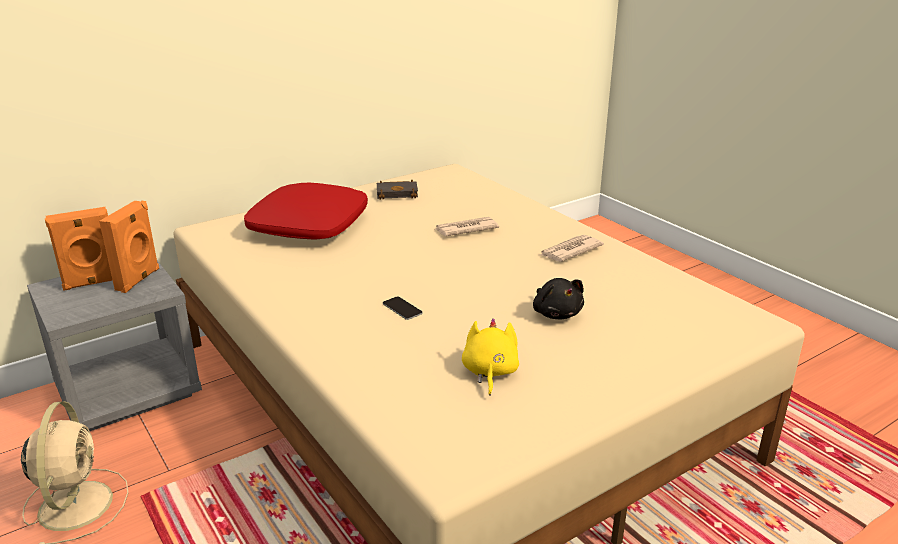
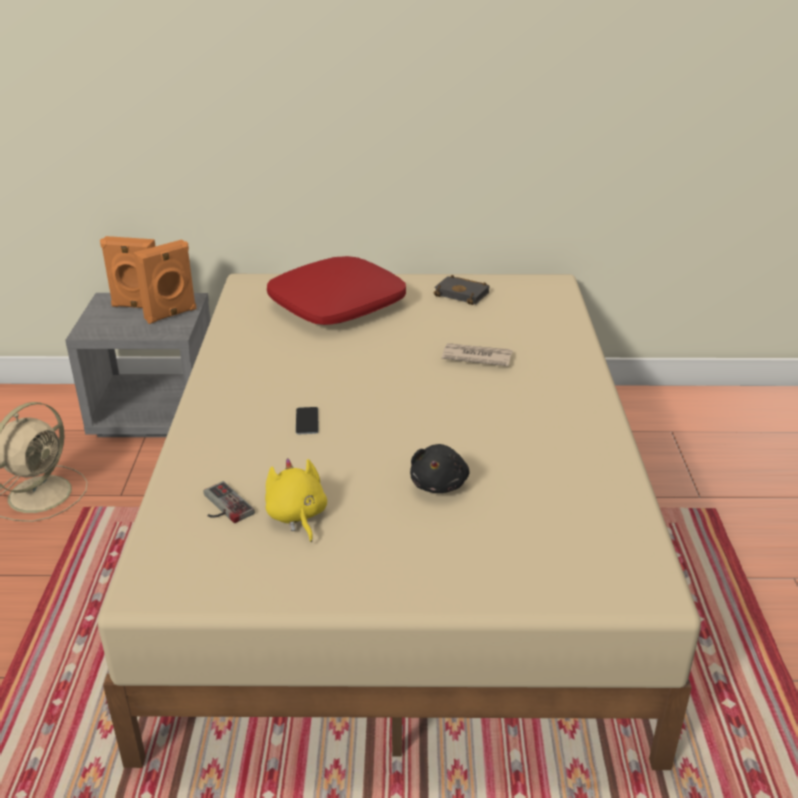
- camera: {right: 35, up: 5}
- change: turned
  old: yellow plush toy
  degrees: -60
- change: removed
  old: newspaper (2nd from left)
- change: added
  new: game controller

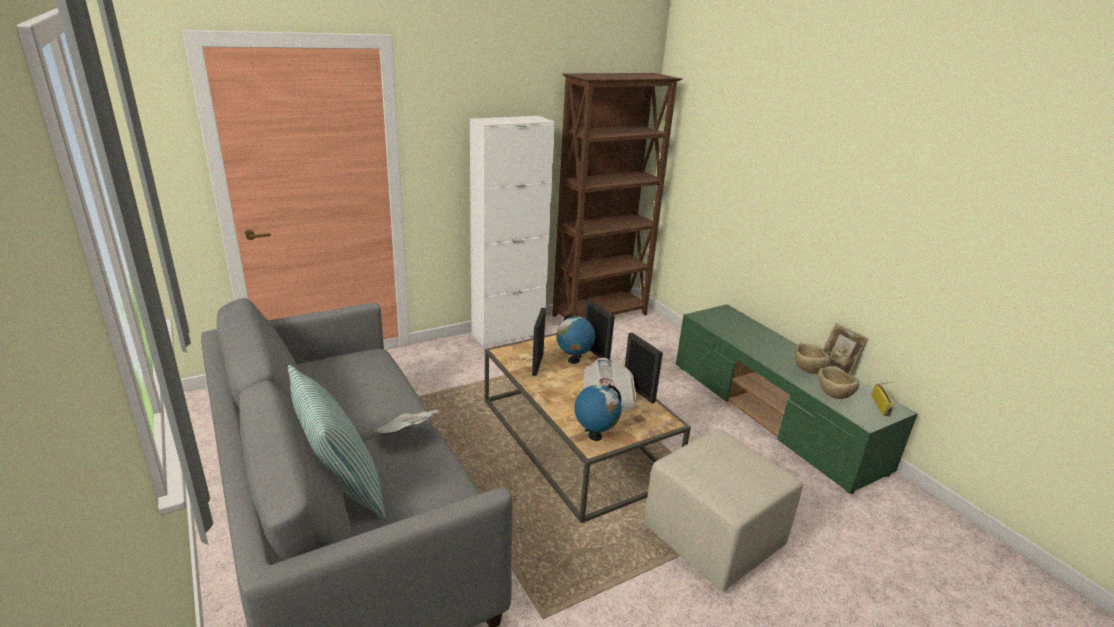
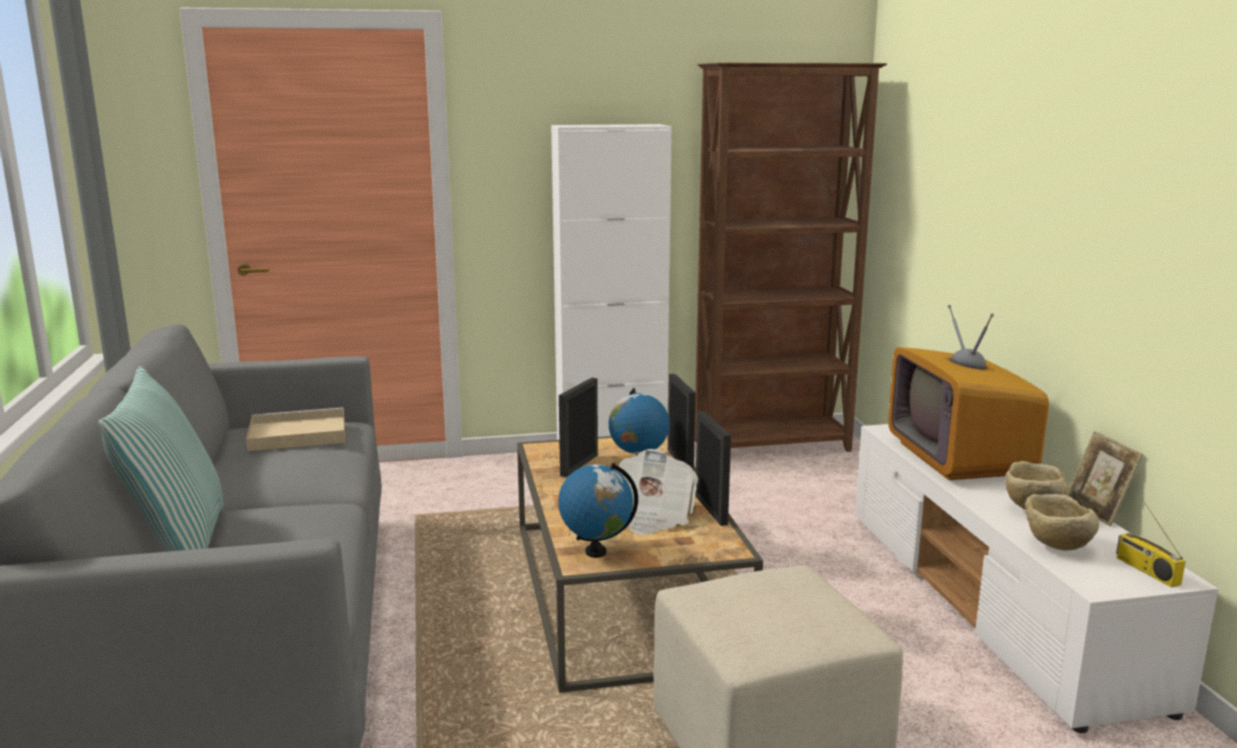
- camera: {right: 20, up: -10}
- change: removed
  old: newspaper (1st from left)
- change: recoloured
  old: green tv stand
  new: white tv stand
- change: turned
  old: radio
  degrees: 135
- change: added
  new: beige tray
- change: added
  new: television

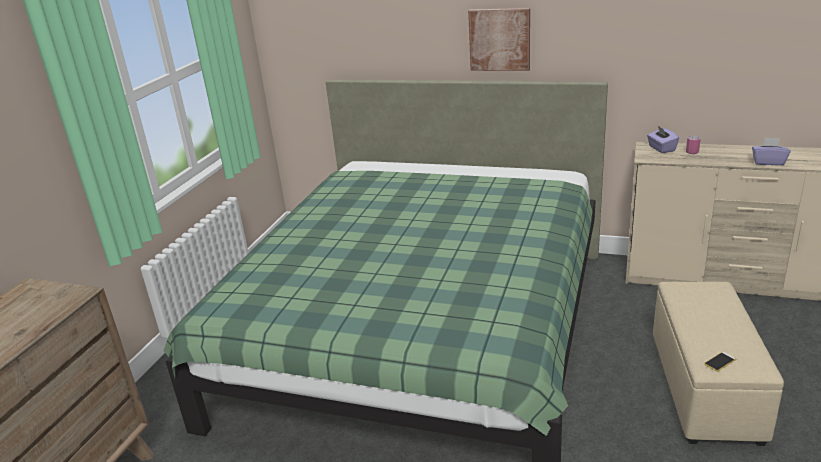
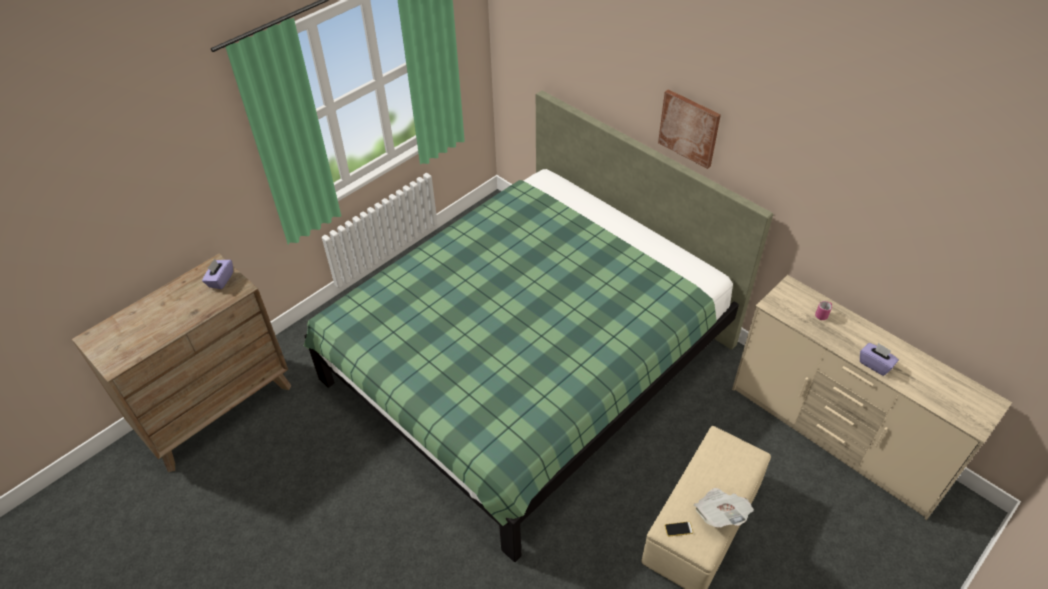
- camera: {right: 25, up: 20}
- change: moved
  old: purple tissue box (1st from left)
- change: added
  new: newspaper

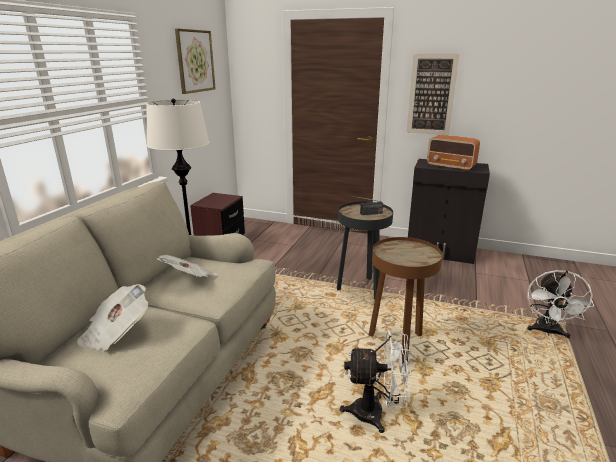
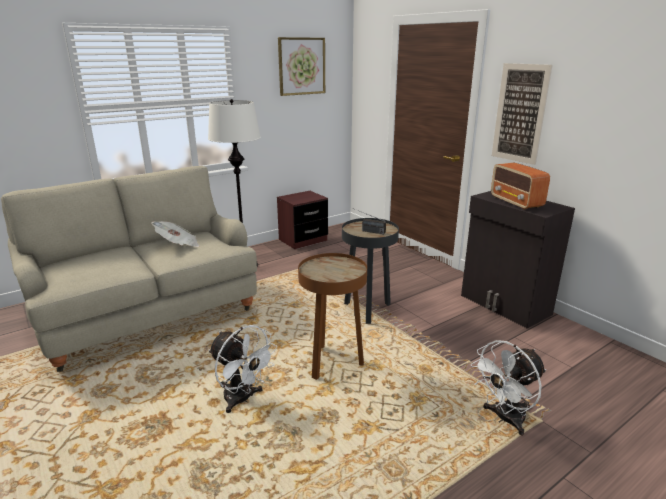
- camera: {right: 35, up: 0}
- change: removed
  old: newspaper (1st from left)

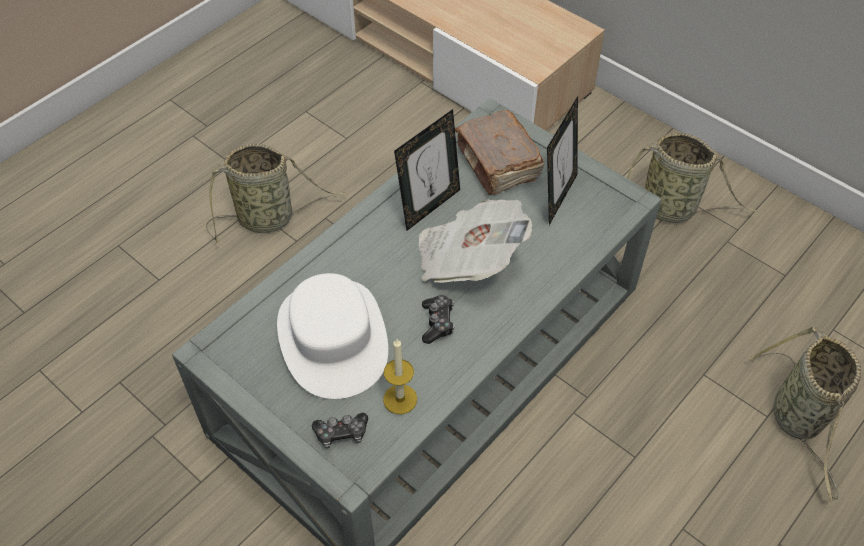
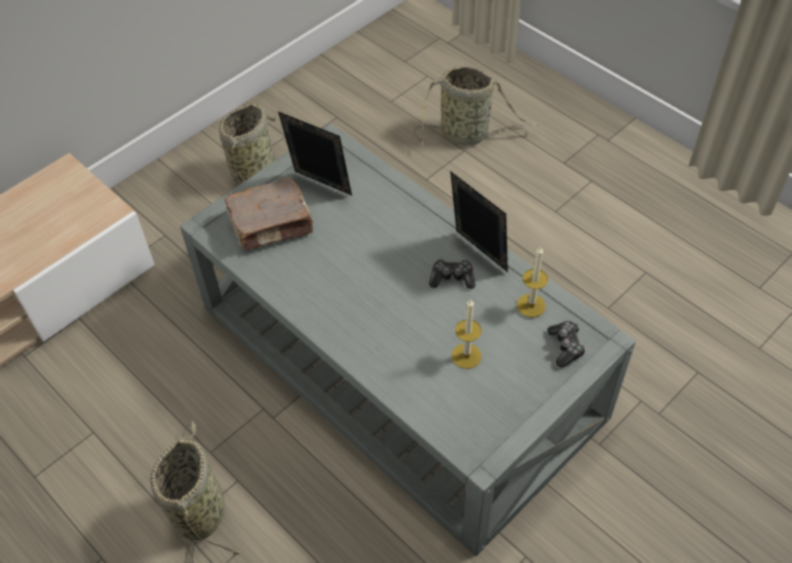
- camera: {right: -85, up: 0}
- change: replaced
  old: white hat
  new: candle (1st from left)
- change: moved
  old: picture frame (1st from left in the first image)
  new: picture frame (2nd from left)
- change: removed
  old: newspaper

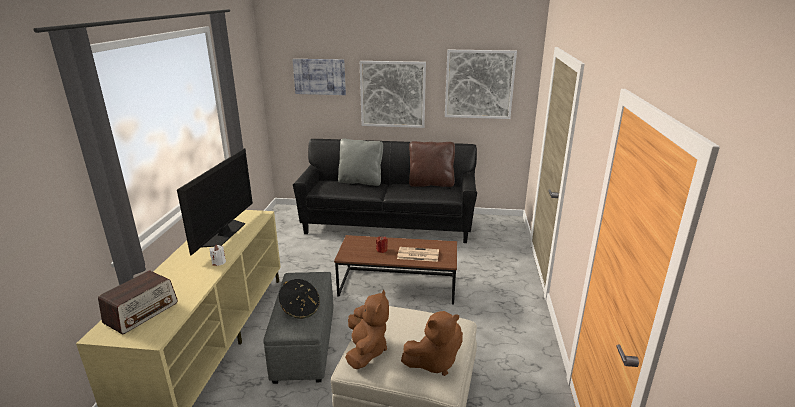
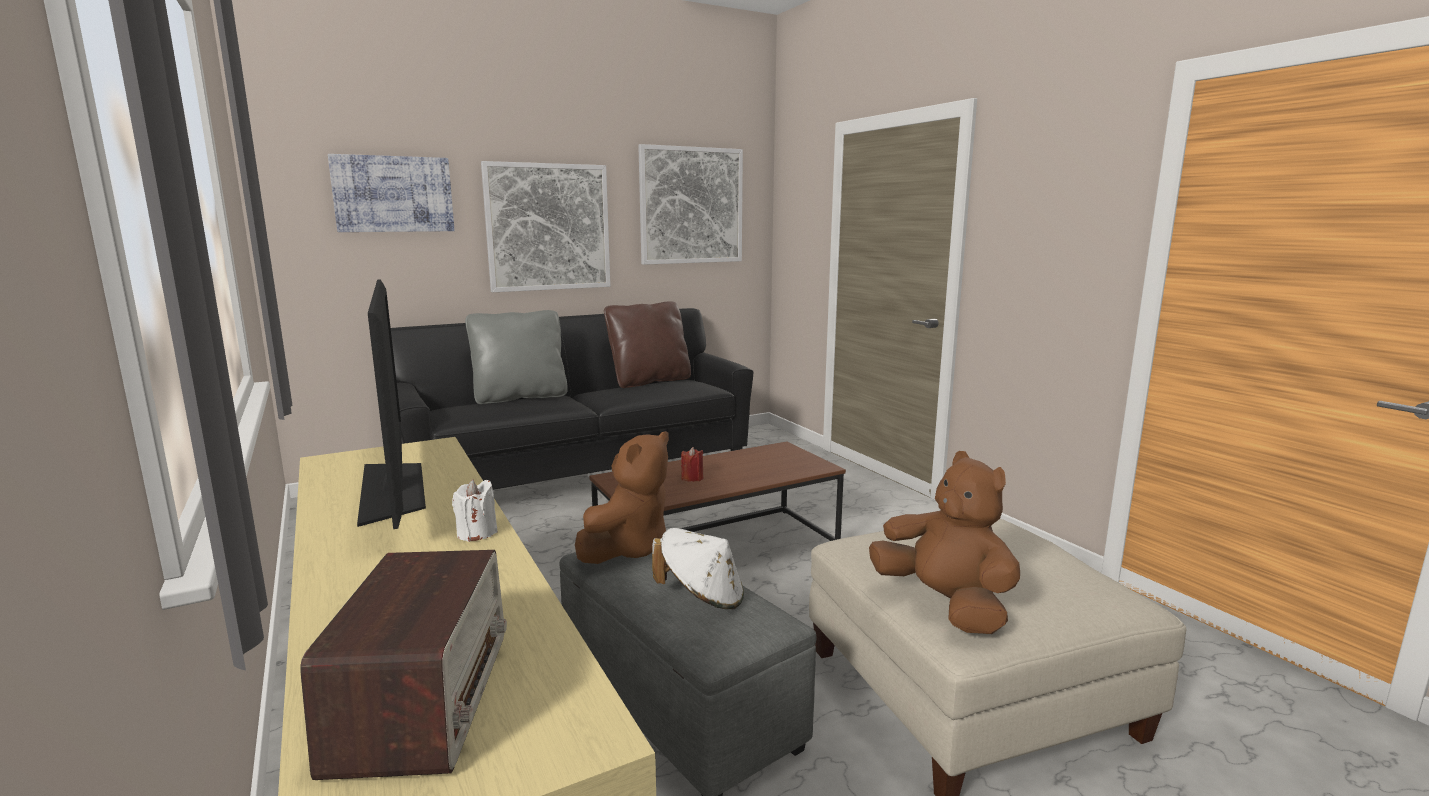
- camera: {right: -35, up: -10}
- change: recoloured
  old: black hat
  new: white hat
- change: removed
  old: newspaper
- change: moved
  old: brown plush toy (2nd from left in the first image)
  new: brown plush toy (1st from left)

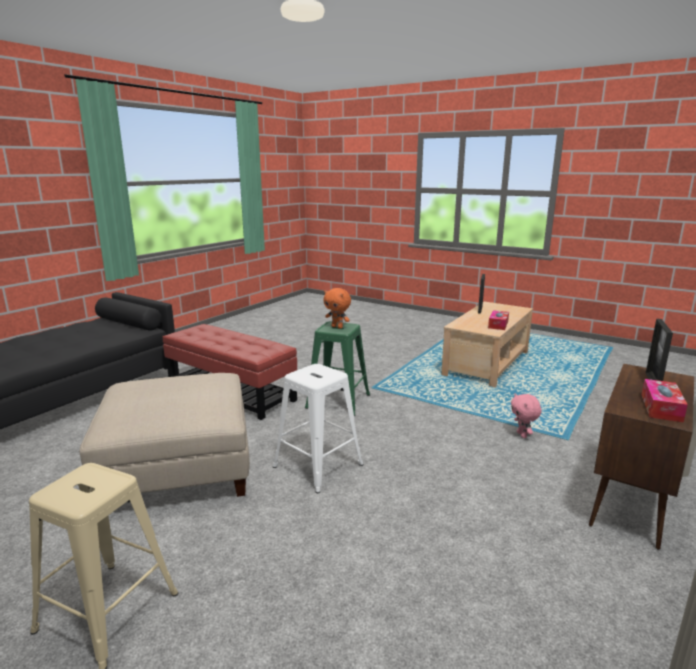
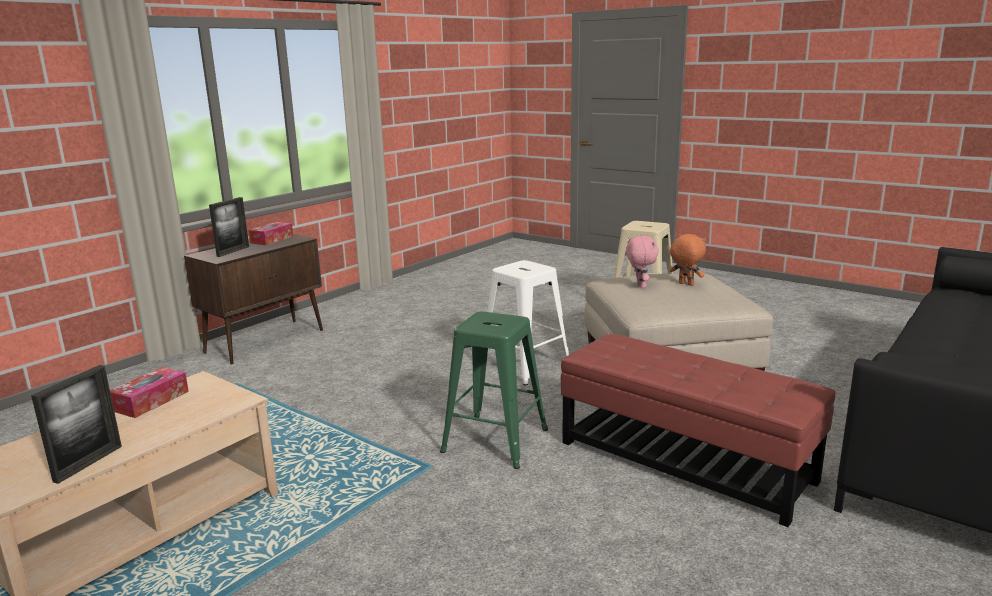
- camera: {right: -175, up: 0}
- change: moved
  old: orange plush toy
- change: moved
  old: pink plush toy

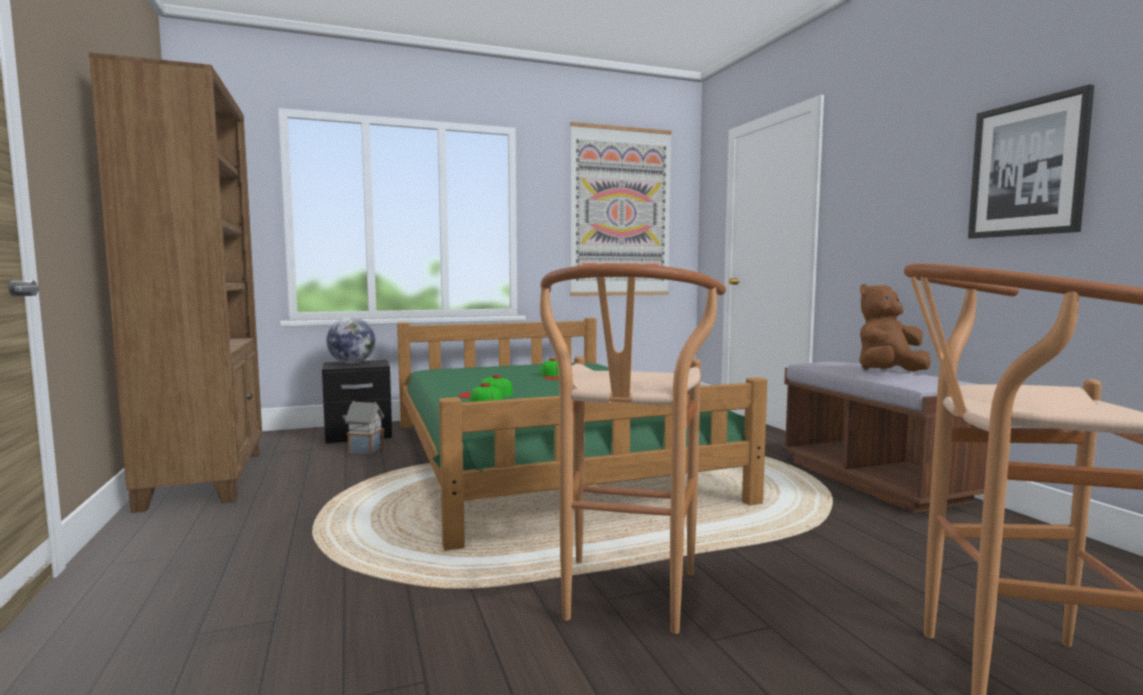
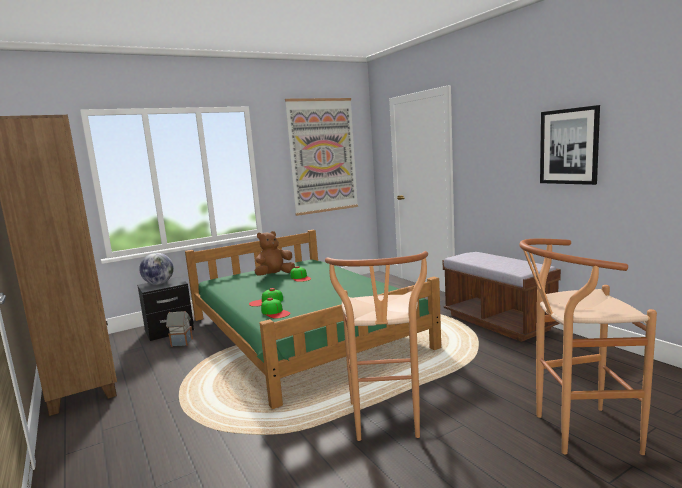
- camera: {right: -10, up: 5}
- change: moved
  old: brown plush toy

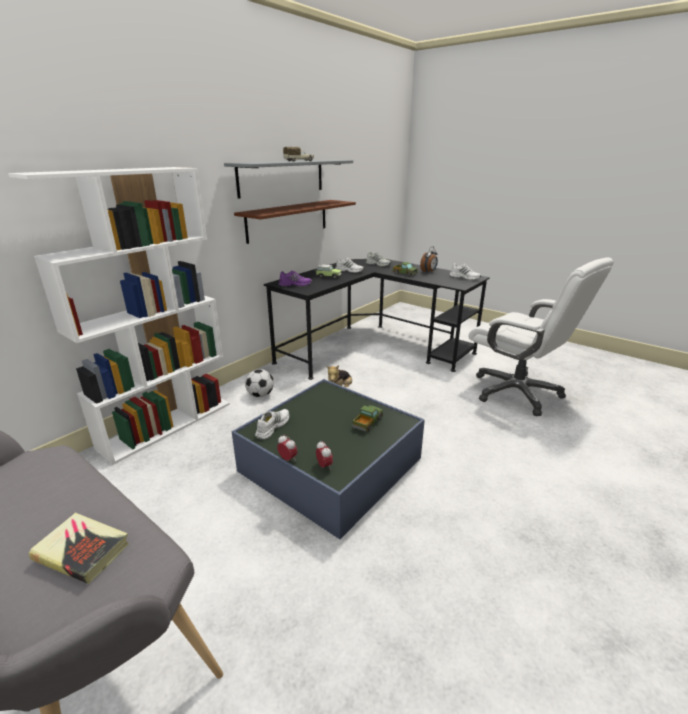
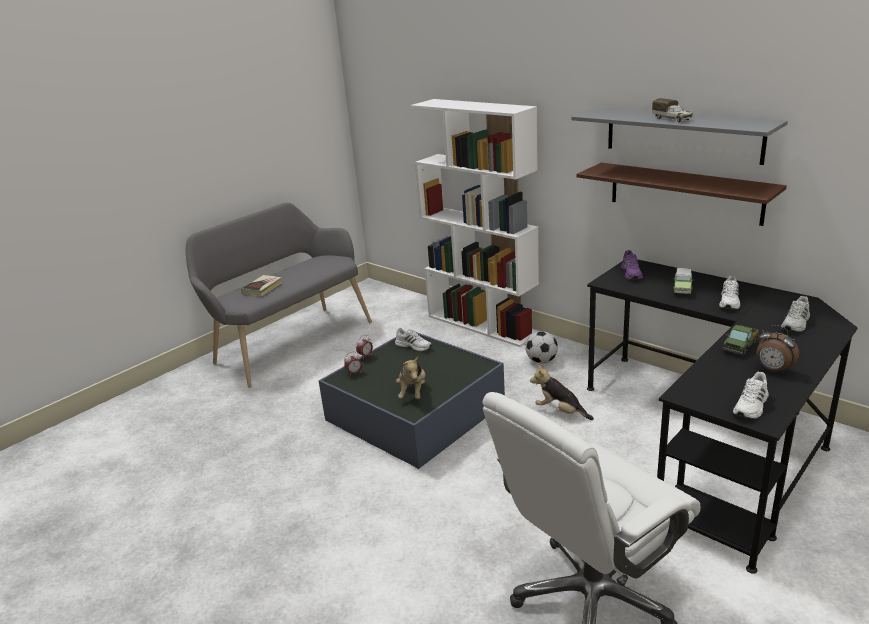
- camera: {right: 95, up: 0}
- change: replaced
  old: toy truck (2nd from left)
  new: plush toy (1st from left)

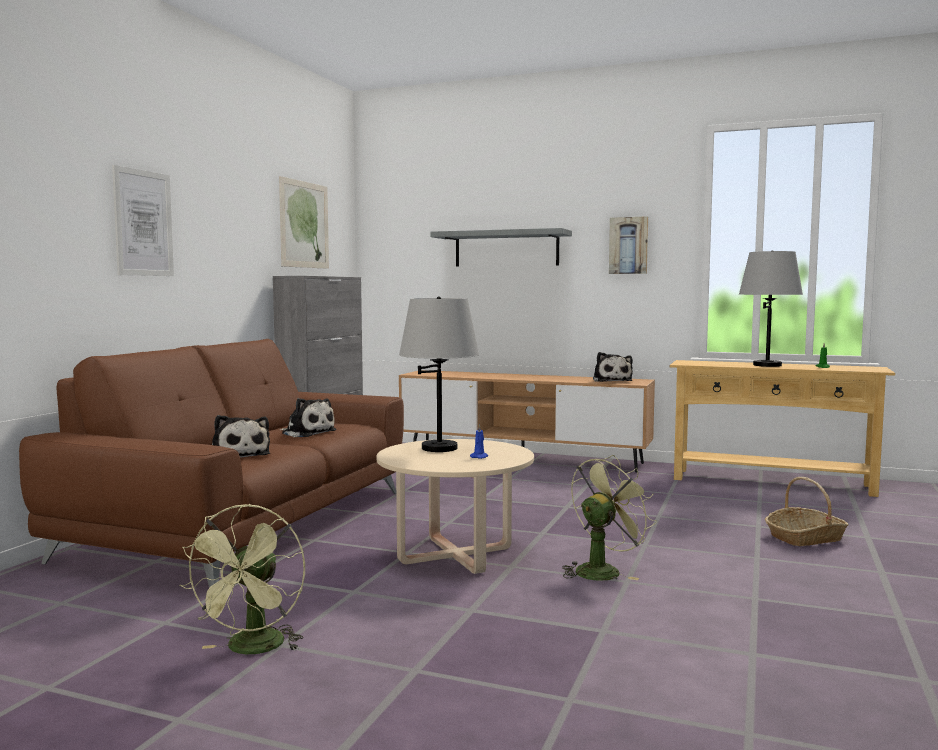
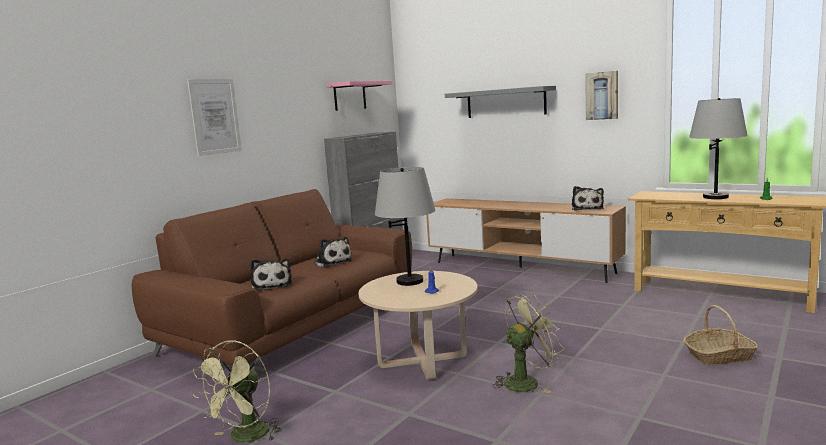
- camera: {right: 15, up: 5}
- change: replaced
  old: picture (2nd from left)
  new: pink shelf

